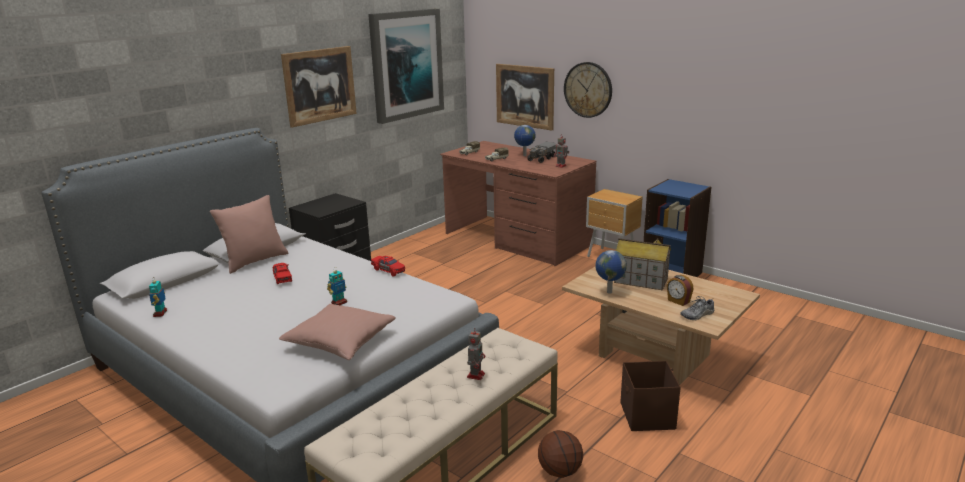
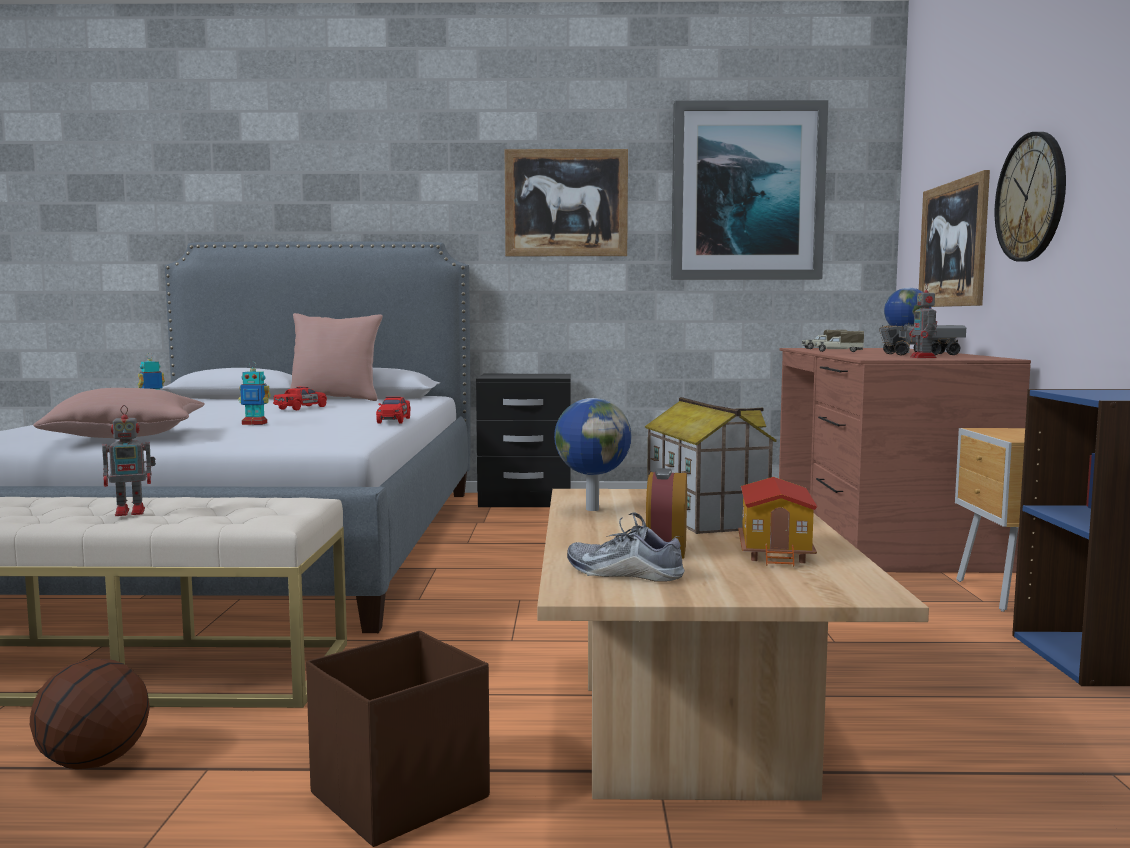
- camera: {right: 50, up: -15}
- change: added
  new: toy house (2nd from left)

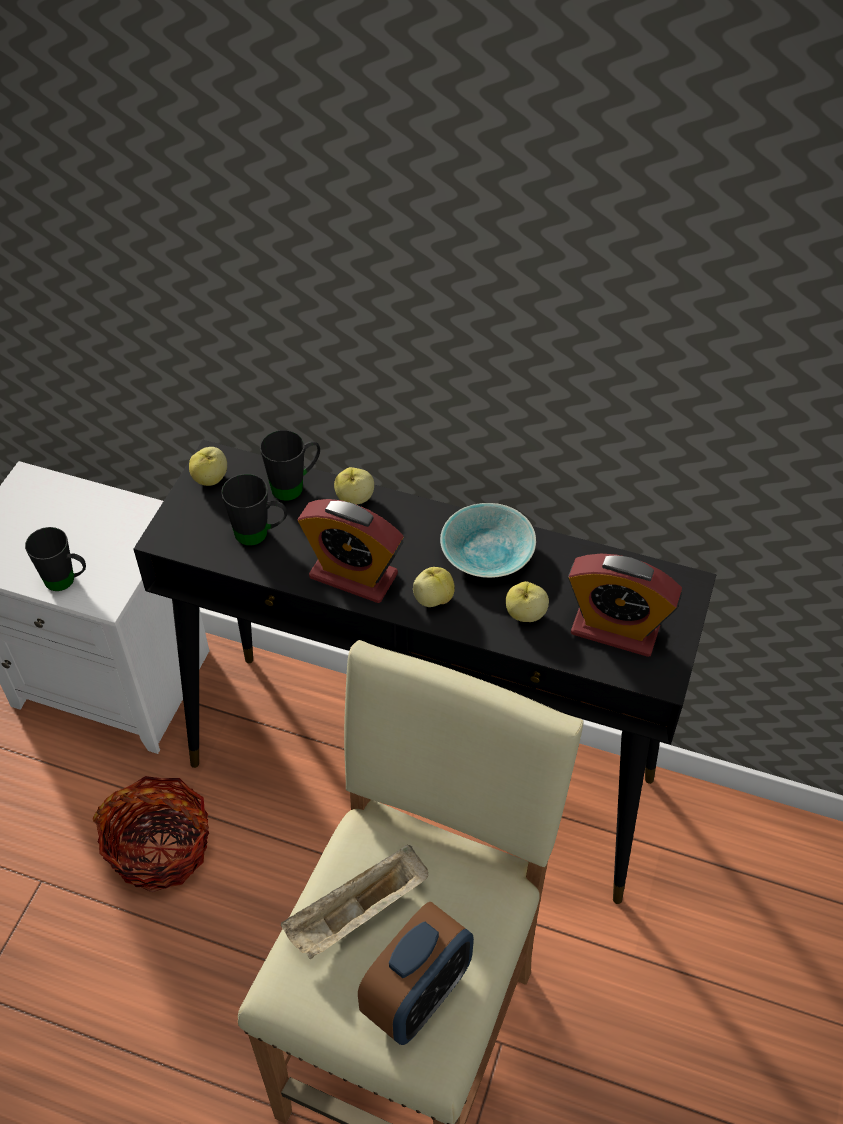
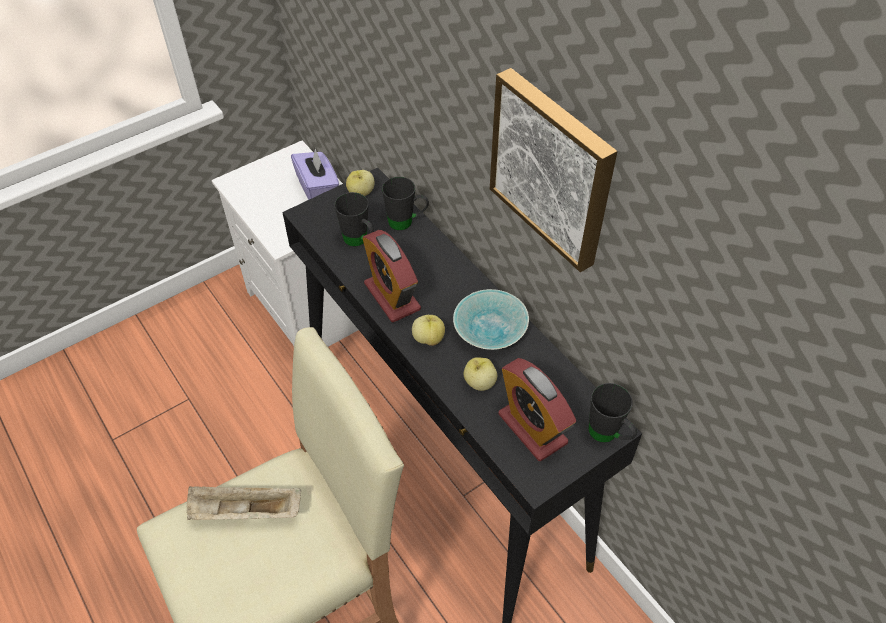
- camera: {right: 35, up: 0}
- change: moved
  old: black mug (1st from left in the first image)
  new: black mug (3rd from left)
- change: removed
  old: basket
- change: removed
  old: apple (2nd from left)
- change: removed
  old: alarm clock (2nd from left)
- change: added
  new: purple tissue box
- change: added
  new: picture

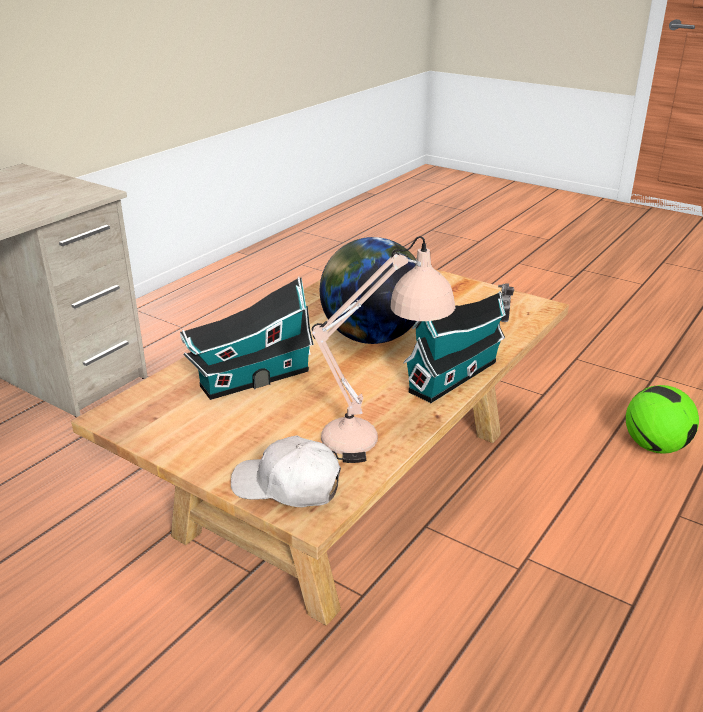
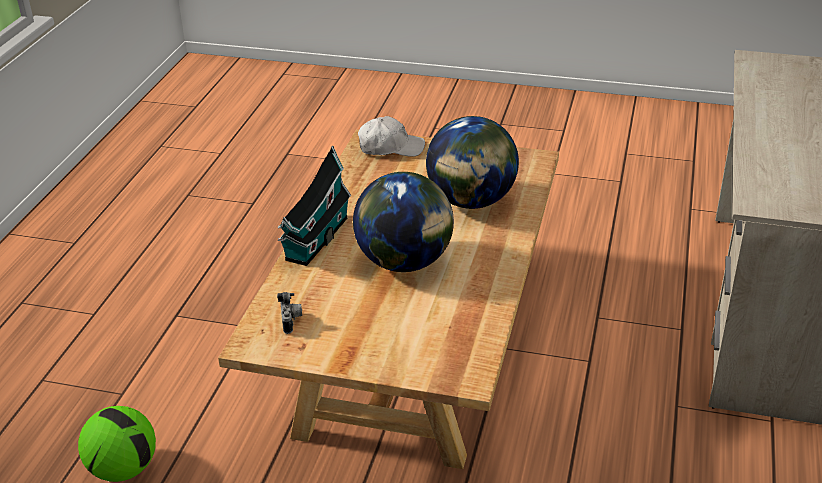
- camera: {right: 160, up: 5}
- change: replaced
  old: toy house (1st from left)
  new: globe (2nd from left)
- change: removed
  old: beige table lamp

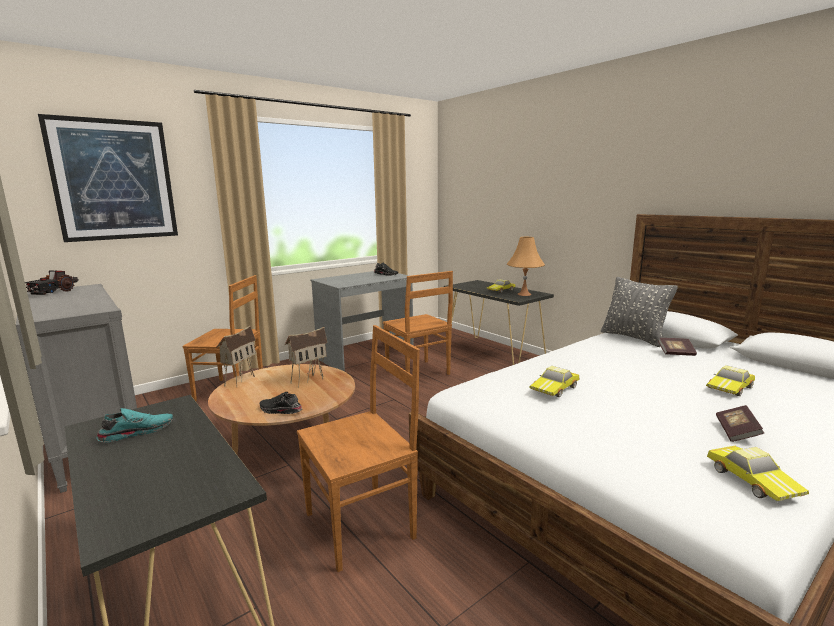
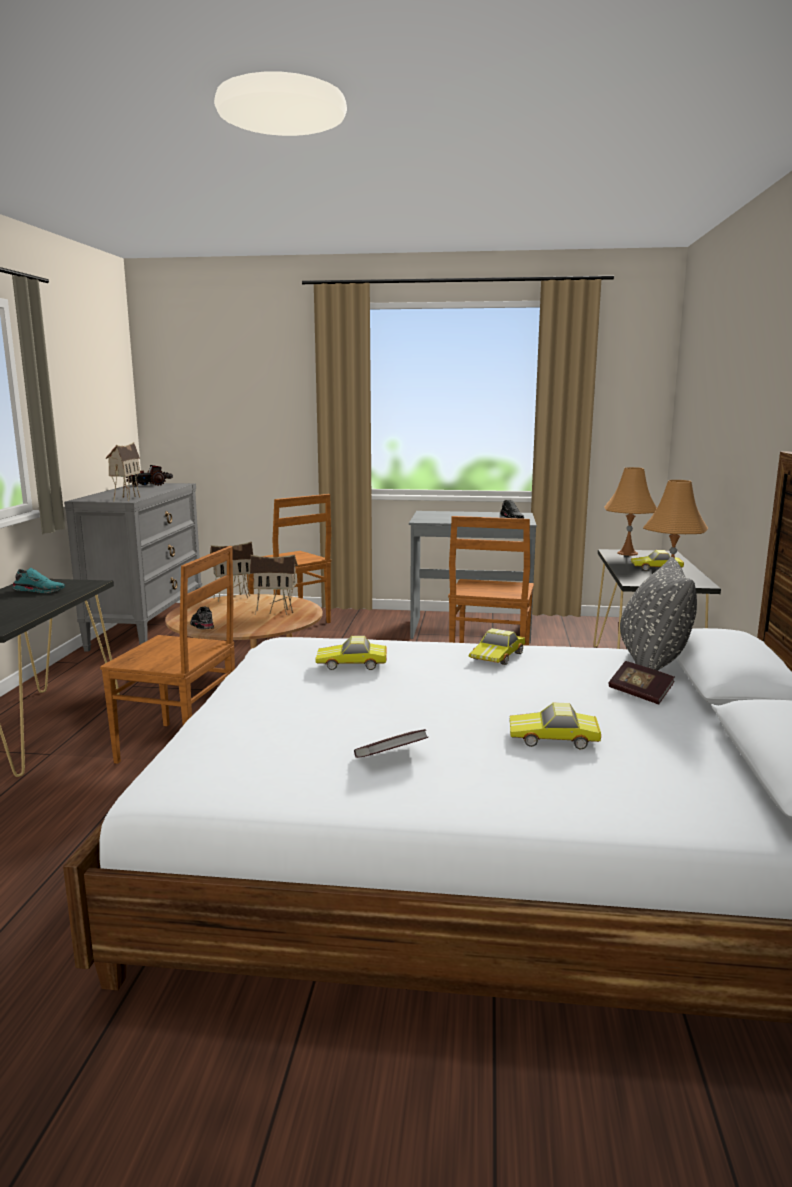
- camera: {right: 45, up: 0}
- change: removed
  old: picture
- change: moved
  old: toy car (4th from left in the first image)
  new: toy car (2nd from left)
- change: added
  new: toy house (1st from left)
- change: added
  new: orange table lamp (1st from left)

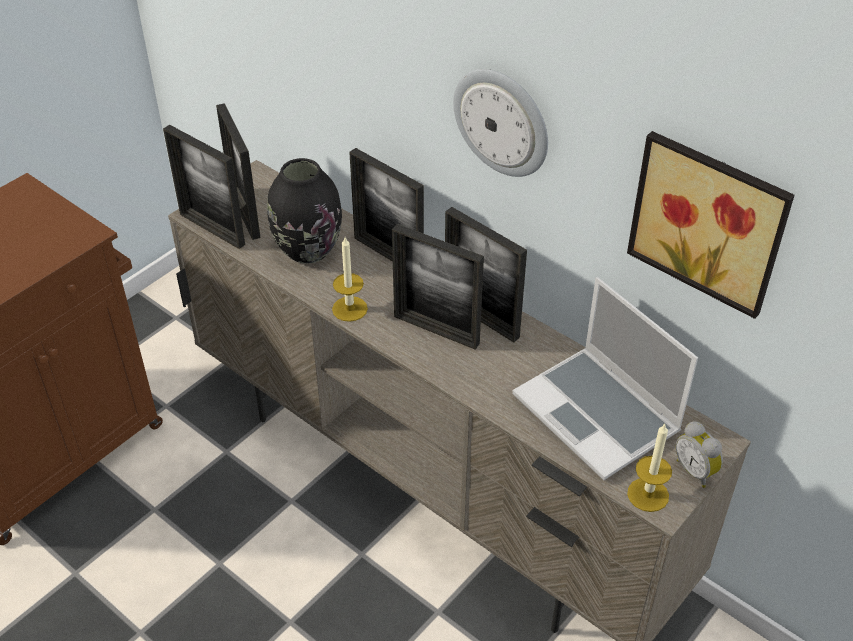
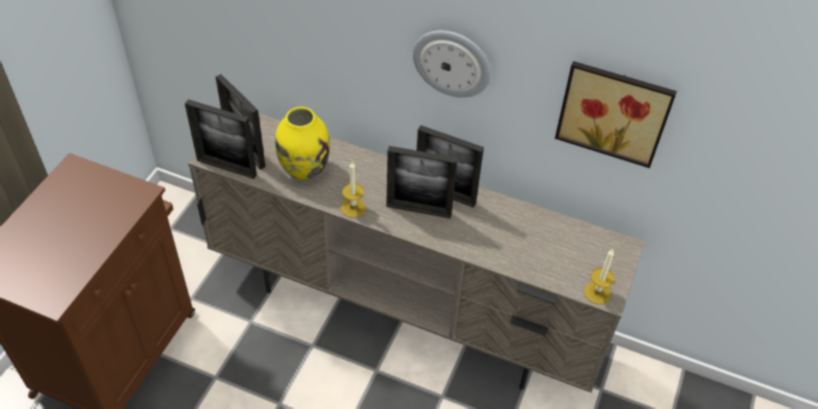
- camera: {right: -20, up: 5}
- change: recoloured
  old: black vase
  new: yellow vase
- change: removed
  old: picture frame (3rd from left)
- change: removed
  old: laptop
- change: removed
  old: alarm clock

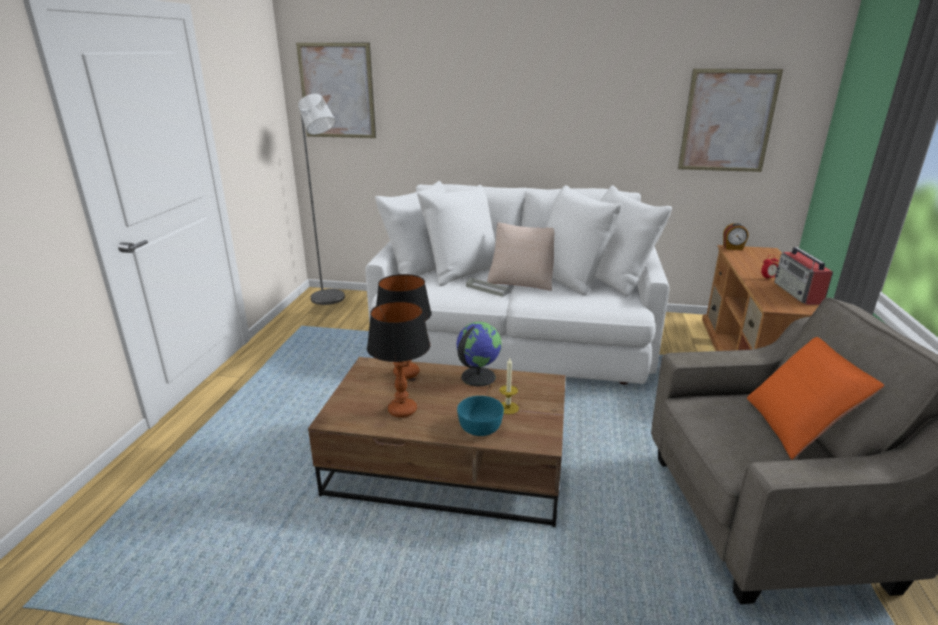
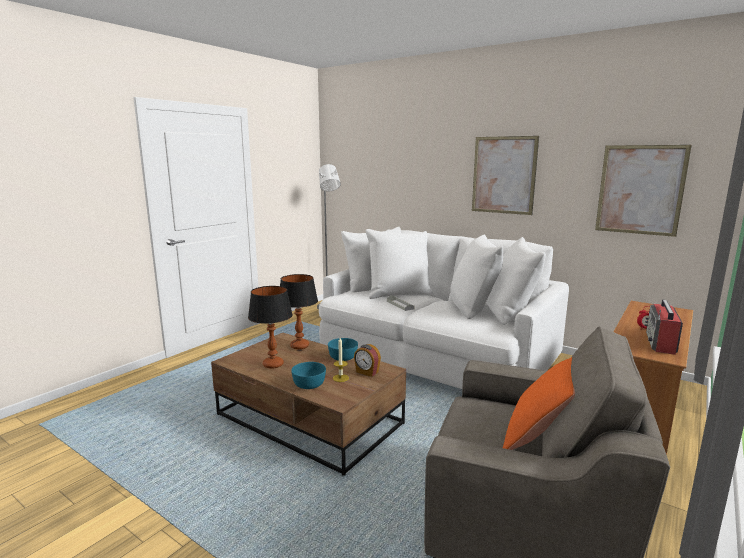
- camera: {right: 25, up: -10}
- change: moved
  old: picture (1st from left)
- change: replaced
  old: globe
  new: turquoise bowl (2nd from left)
- change: removed
  old: beige pillow
- change: moved
  old: alarm clock (1st from left)

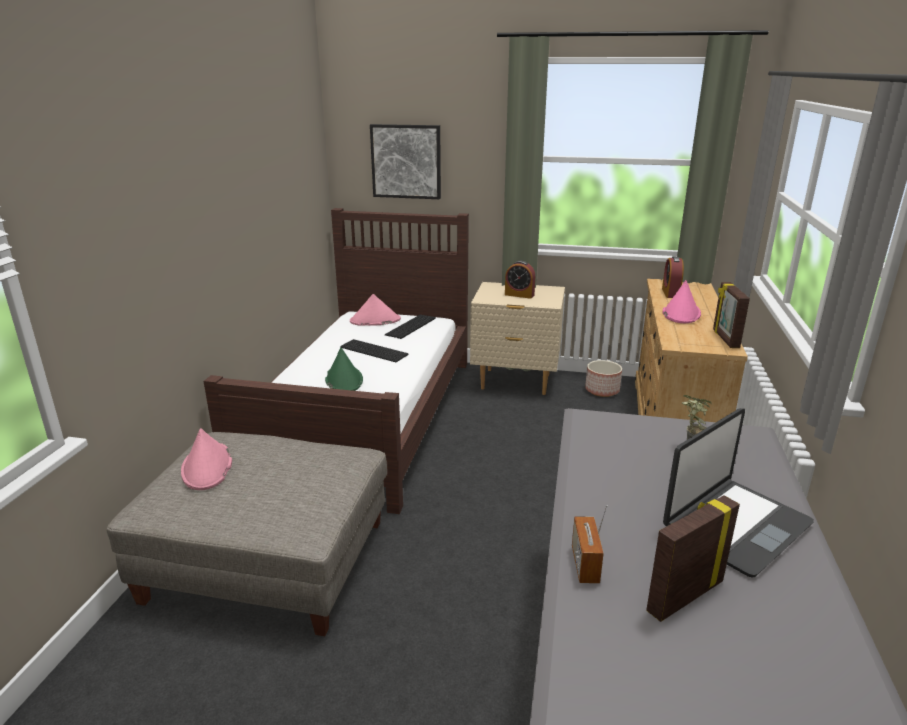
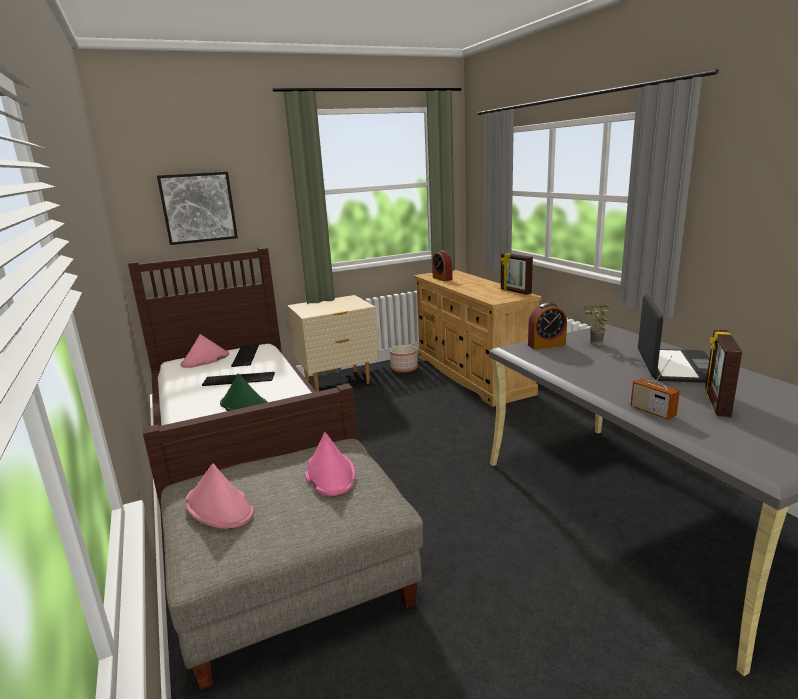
- camera: {right: -35, up: -5}
- change: moved
  old: alarm clock (1st from left in the first image)
  new: alarm clock (2nd from left)
- change: moved
  old: pink hat (3rd from left)

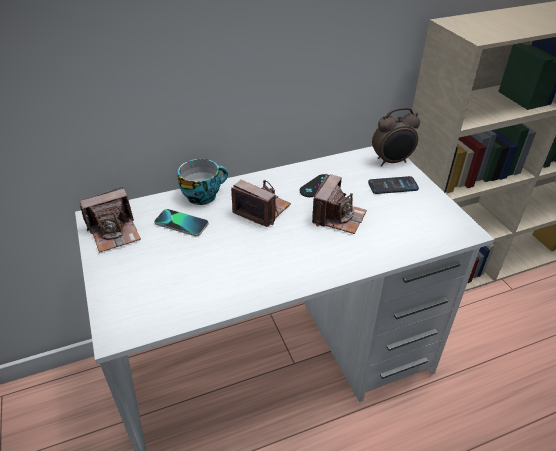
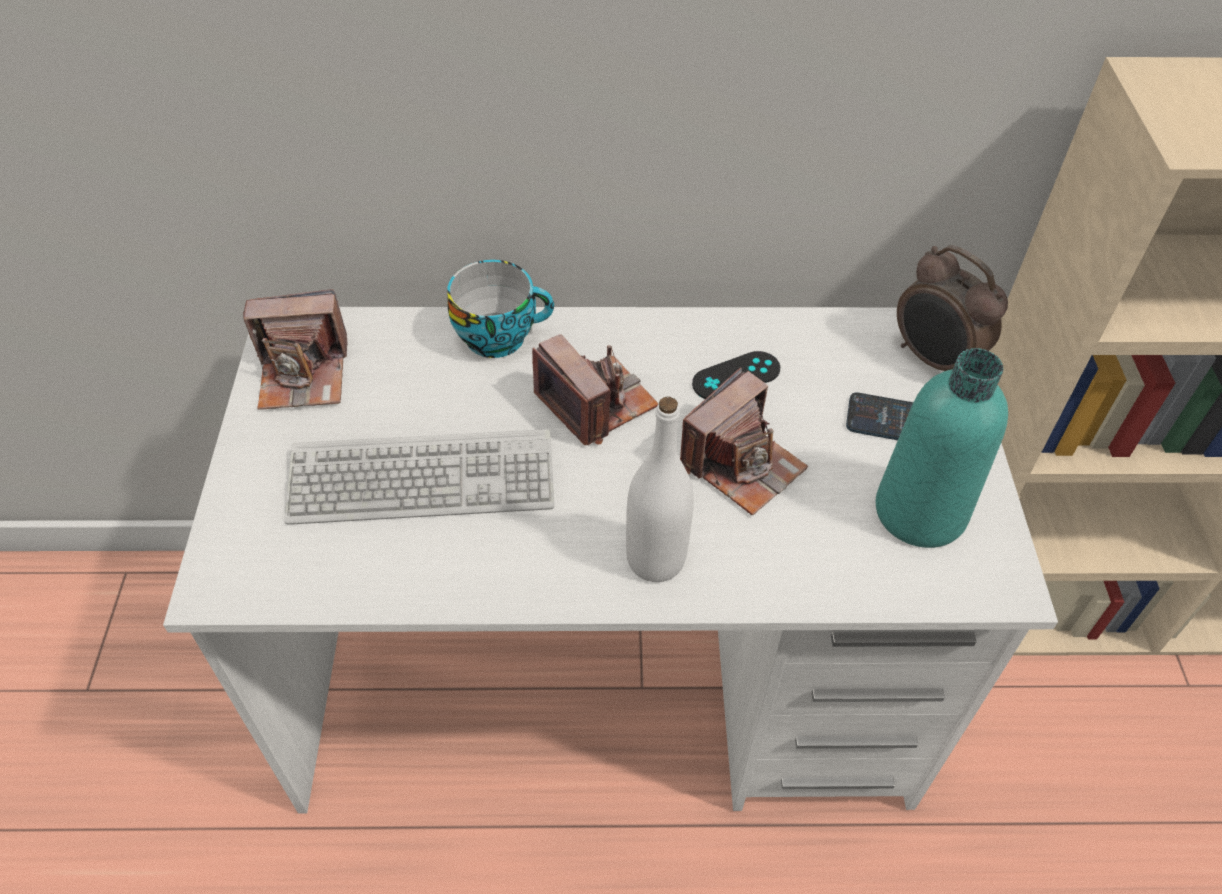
- camera: {right: 20, up: 10}
- change: removed
  old: phone (1st from left)
- change: turned
  old: alarm clock
  degrees: 45
- change: added
  new: keyboard
- change: added
  new: white bottle
- change: added
  new: turquoise bottle

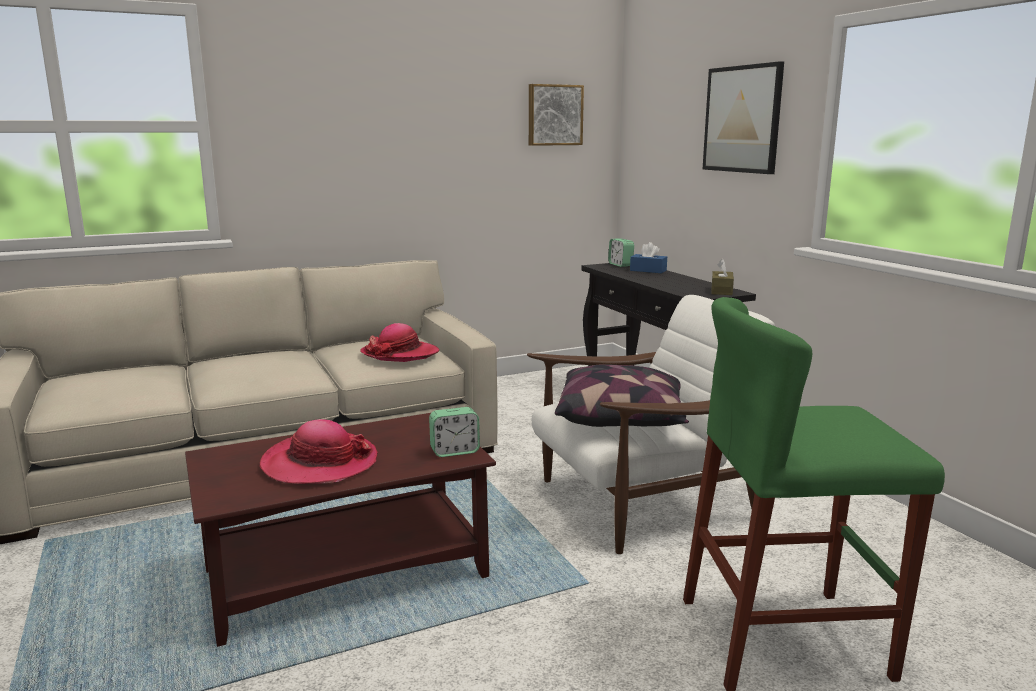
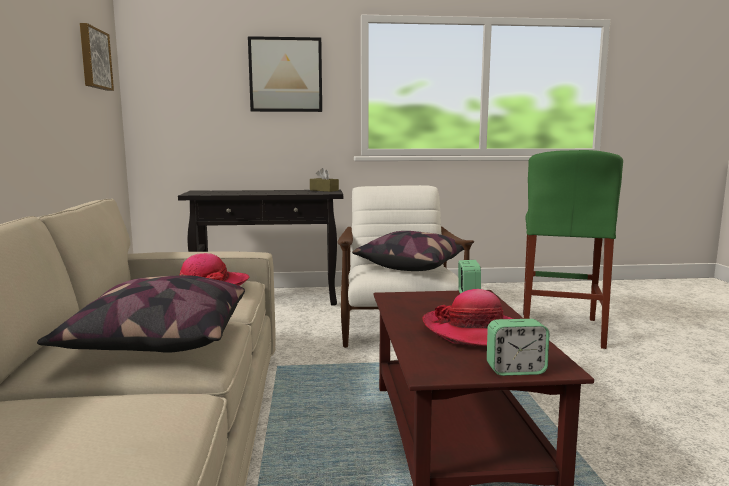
- camera: {right: -70, up: -5}
- change: moved
  old: alarm clock (2nd from left)
- change: removed
  old: blue tissue box
- change: added
  new: pillow (1st from left)

